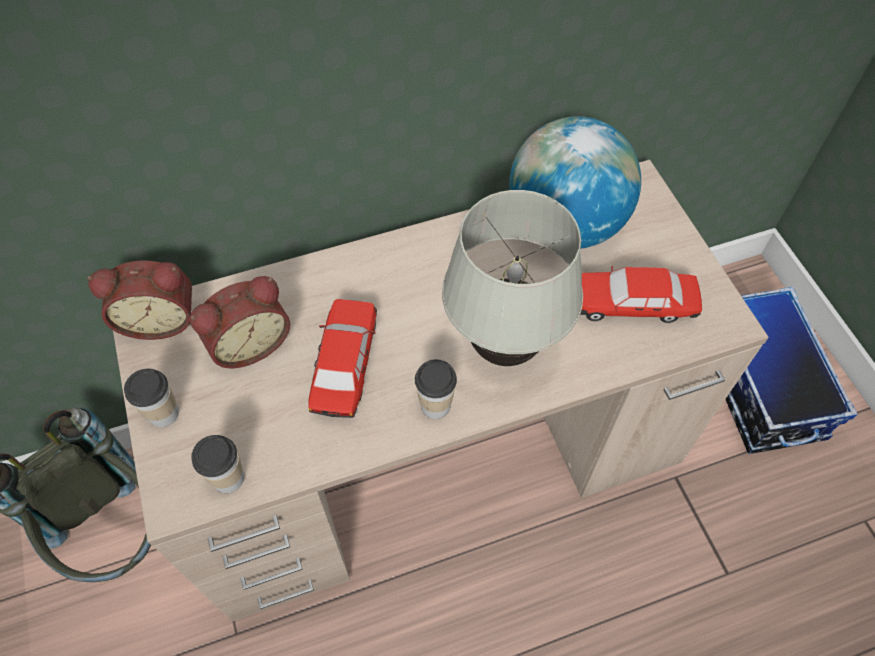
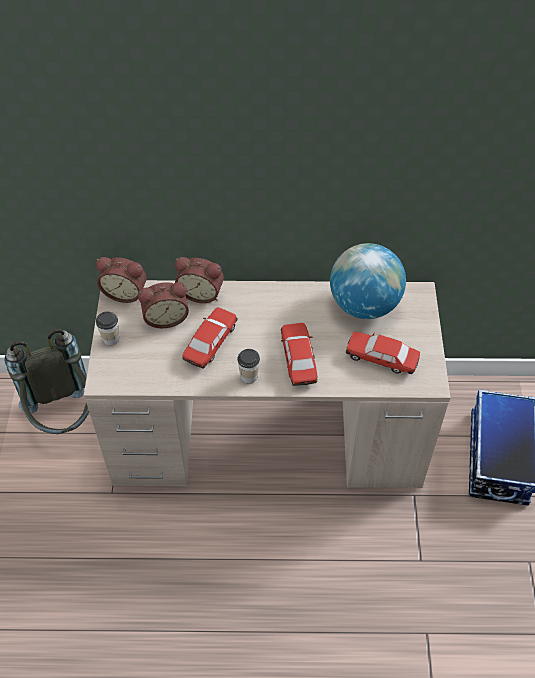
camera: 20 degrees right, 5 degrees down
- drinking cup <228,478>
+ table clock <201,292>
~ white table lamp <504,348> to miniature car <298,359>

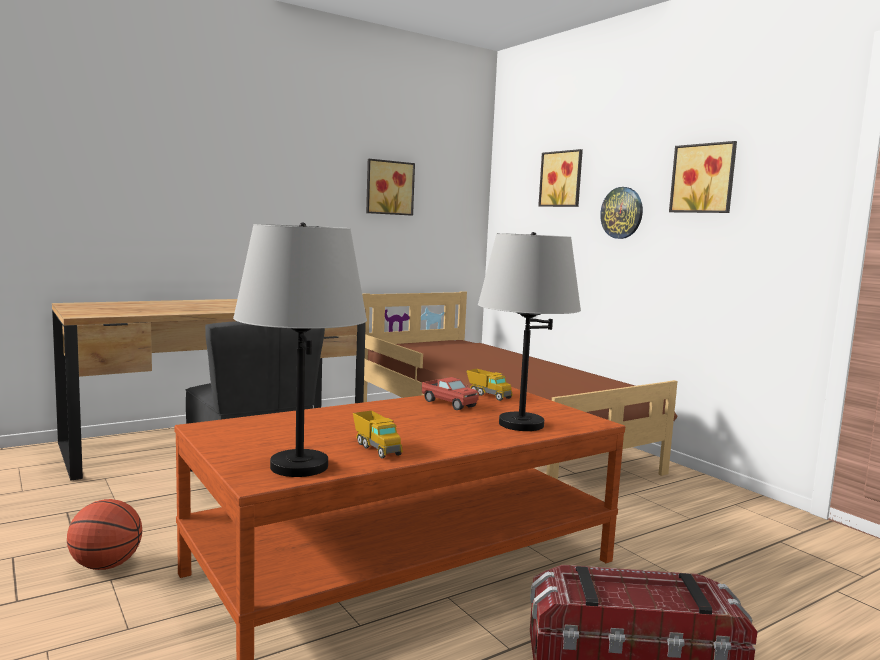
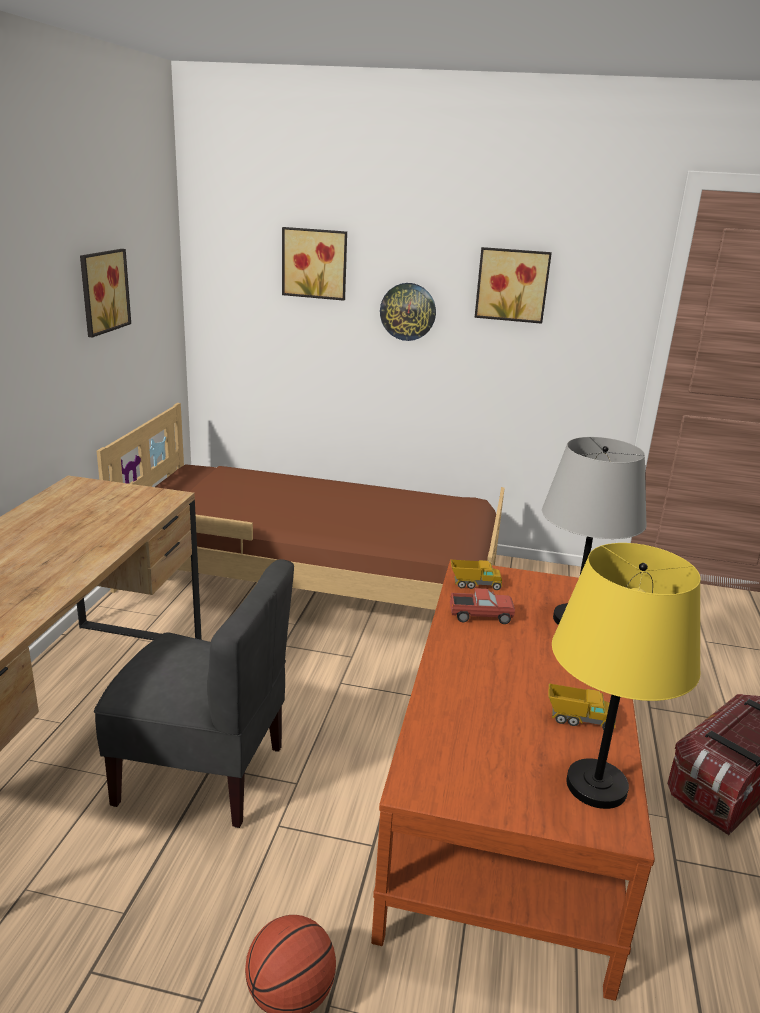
camera: 45 degrees left, 15 degrees up
~ greyish table lamp <298,466> to yellowish table lamp <595,786>

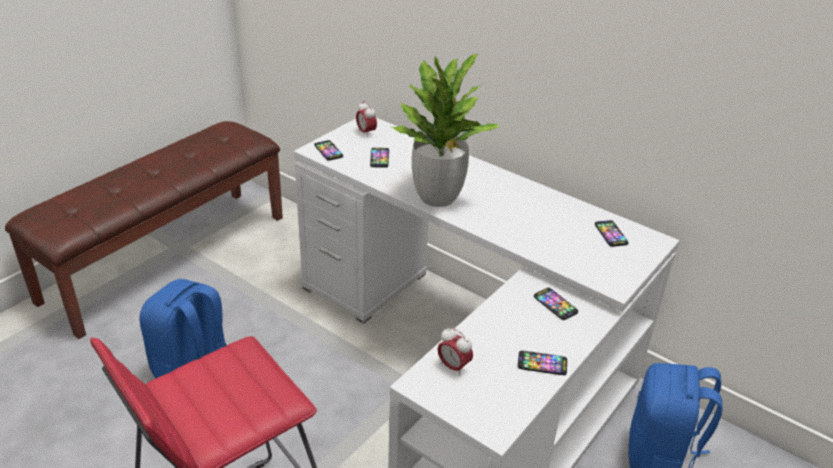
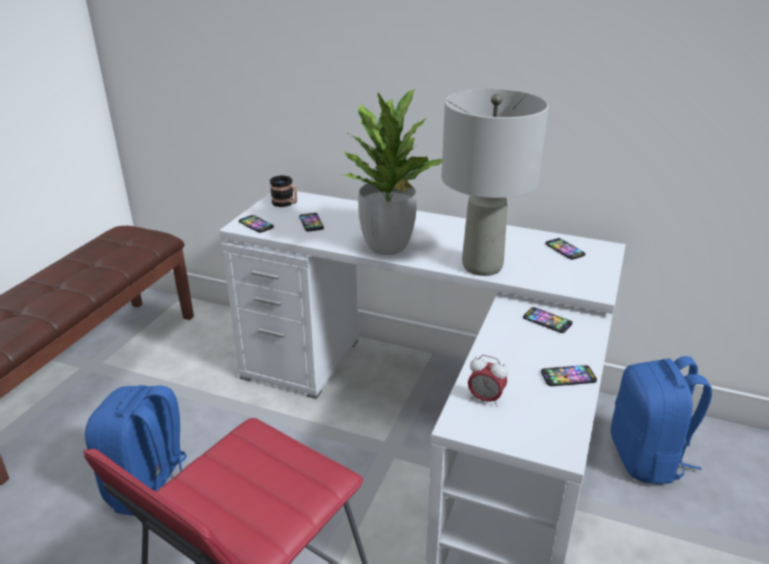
camera: 15 degrees left, 5 degrees down
+ greyish table lamp <483,266>
~ table clock <366,133> to tea mug <286,204>

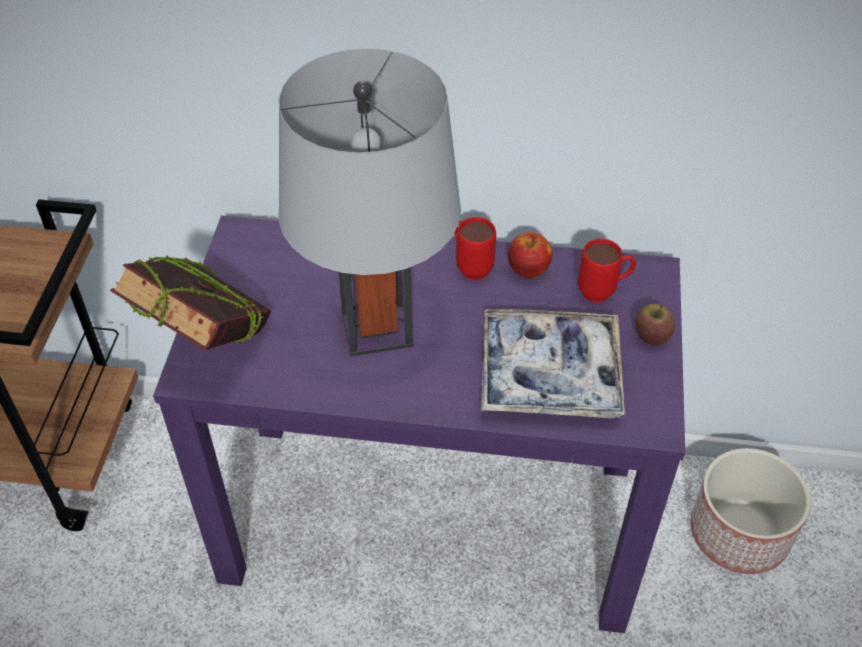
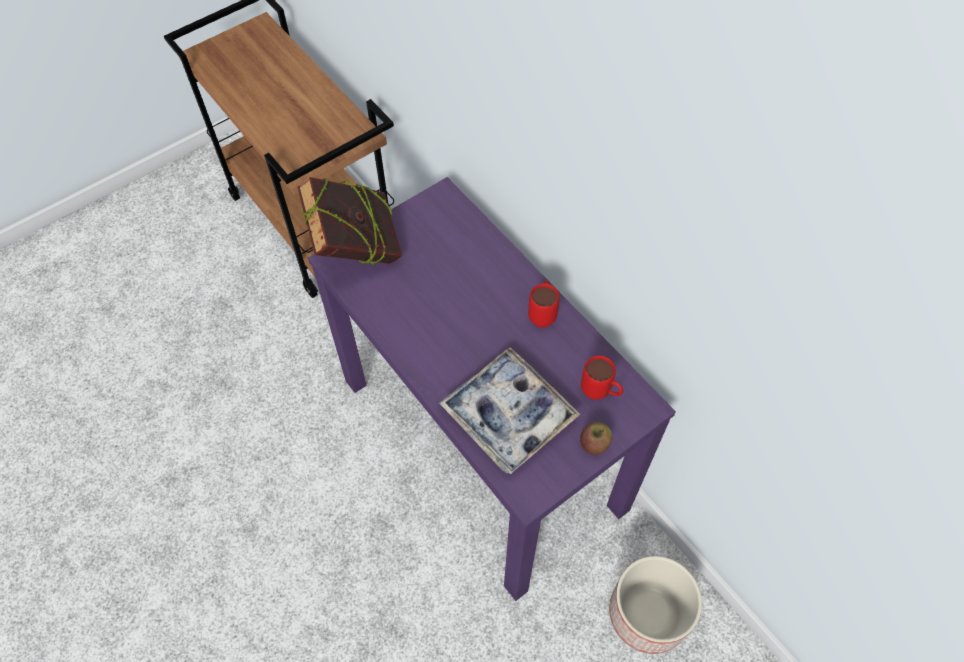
camera: 45 degrees right, 10 degrees up
- greyish table lamp <377,328>
- whole apple <528,270>

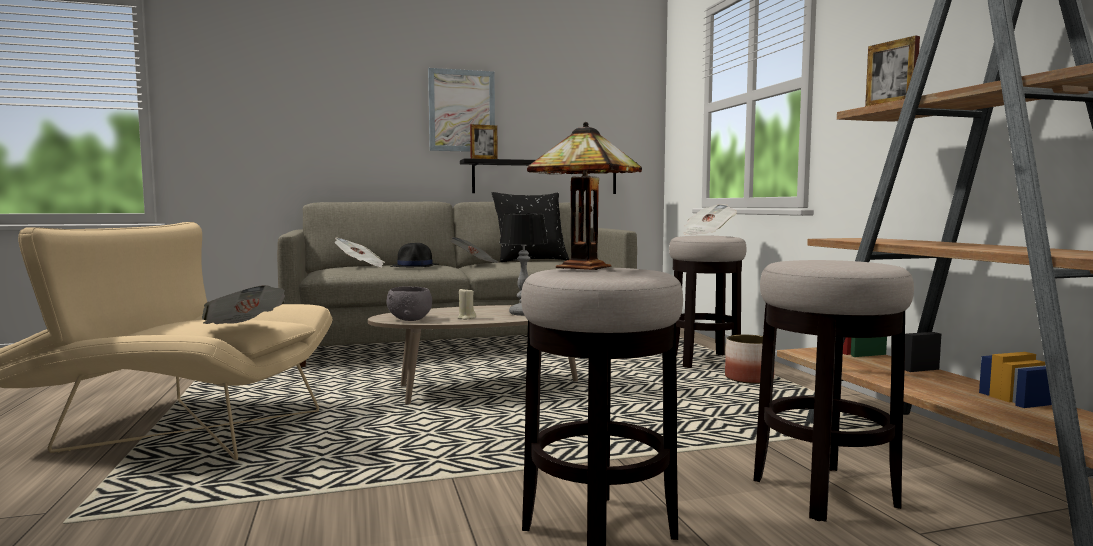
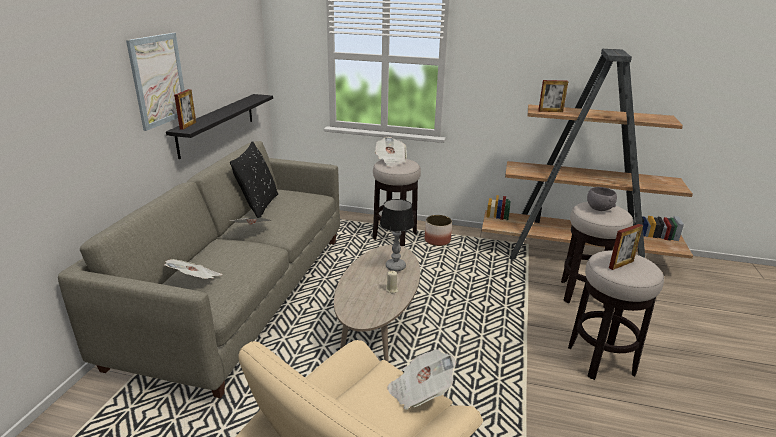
camera: 60 degrees left, 20 degrees up
- blackish wearable hat <415,266>
~ greyish deep dish <410,319> to <599,208>
~ table lamp <588,267> to standing frame <621,264>

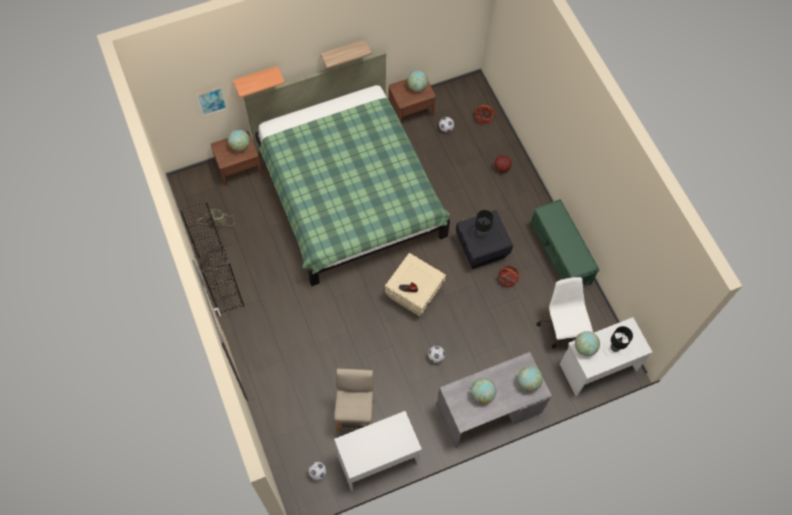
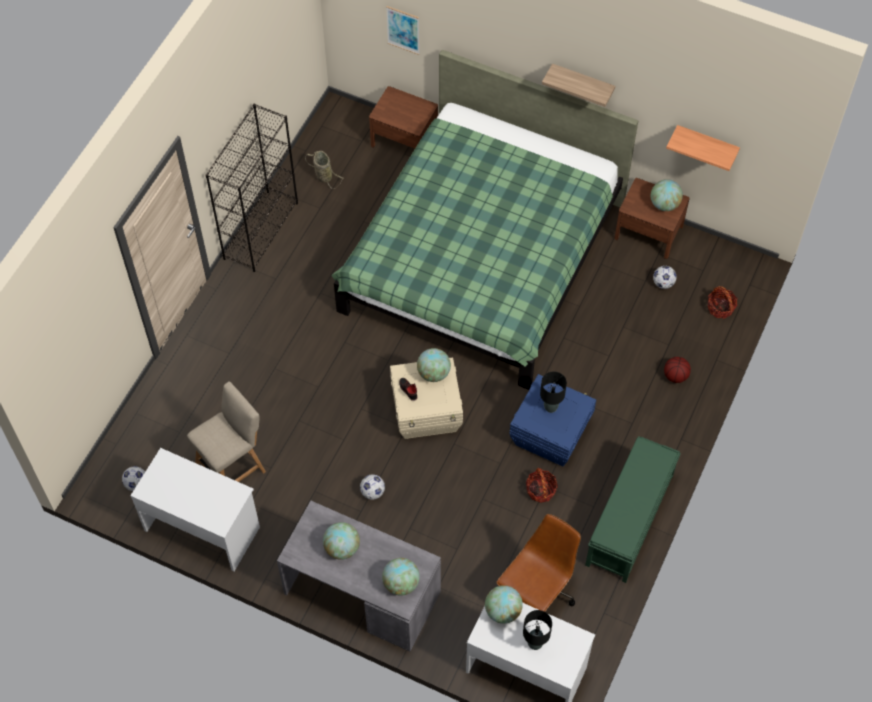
camera: 50 degrees right, 5 degrees down
~ world globe <240,146> to <433,373>
~ wall shelf <256,78> to <706,144>
~ blackish storage box <481,248> to blue-coloured storage box <550,434>
~ white desk chair <562,328> to brownish desk chair <537,593>

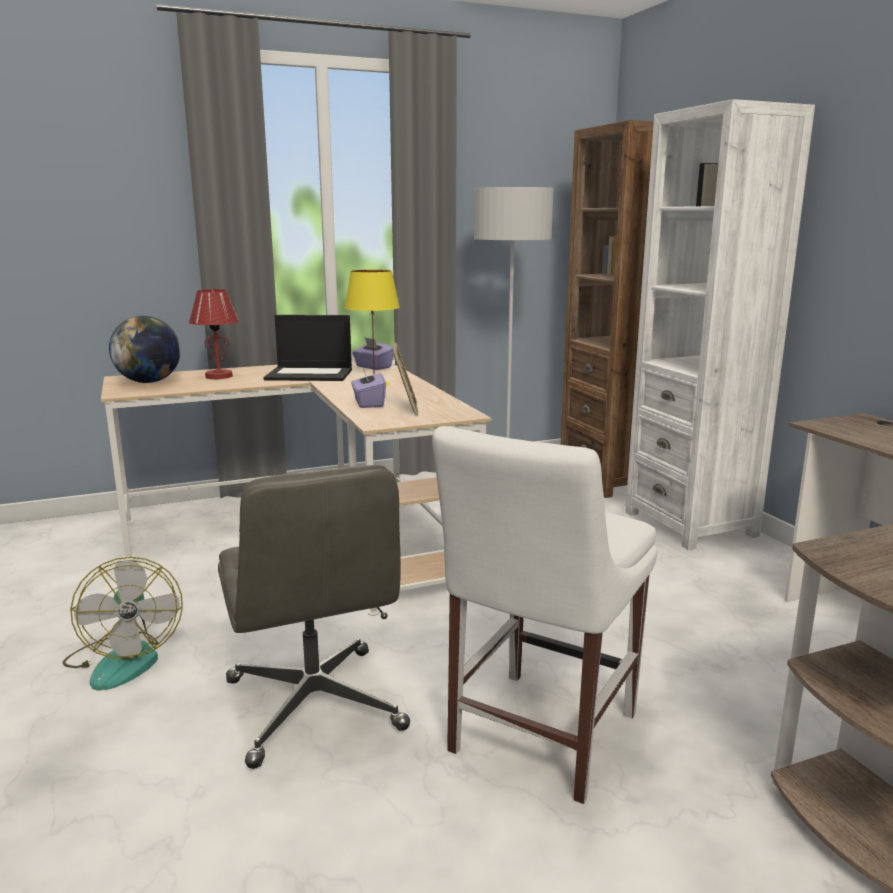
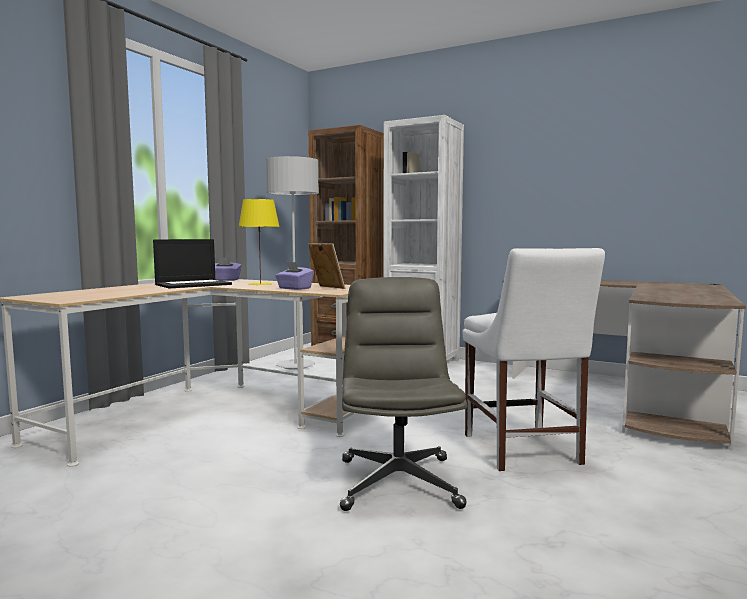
camera: 40 degrees left, 10 degrees down
- cooling fan <124,659>
- world globe <149,382>
- reddish table lamp <219,376>
~ greyish desk chair <315,706> = <397,482> 120 degrees counterclockwise

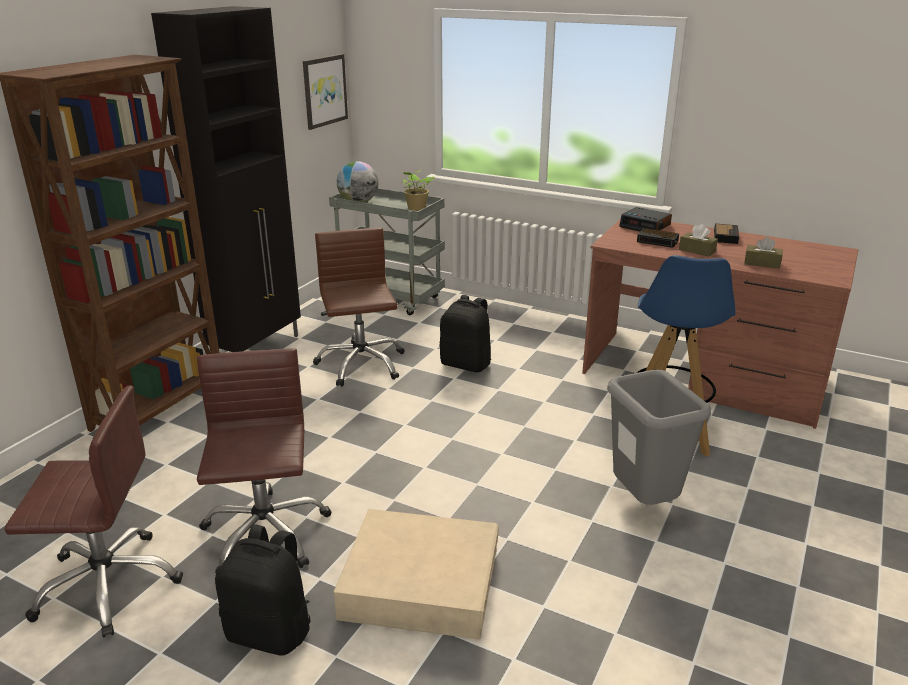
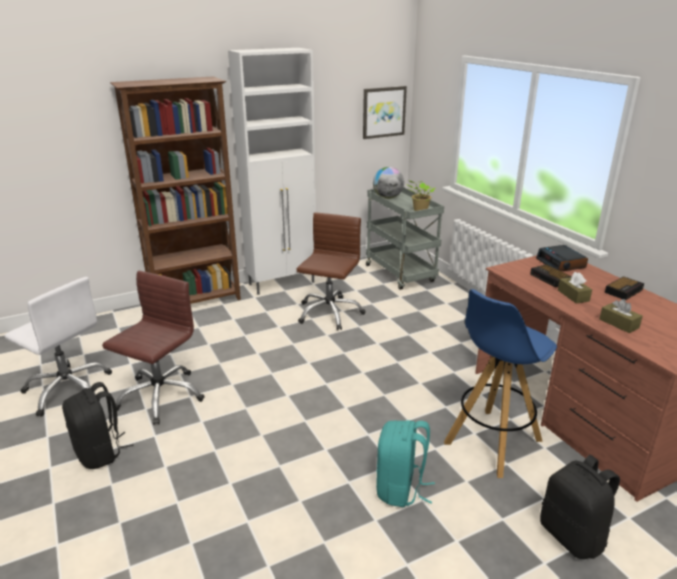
camera: 35 degrees right, 0 degrees up
- sand-coloured storage box <420,582>
~ blackish knapsack <466,364> to <573,536>
~ greyish rubbish bin <644,503> to turquoise-coloured knapsack <401,489>
~ brownish desk chair <108,584> to white desk chair <69,389>
~ blackish cupboard <258,348> to white cupboard <283,283>

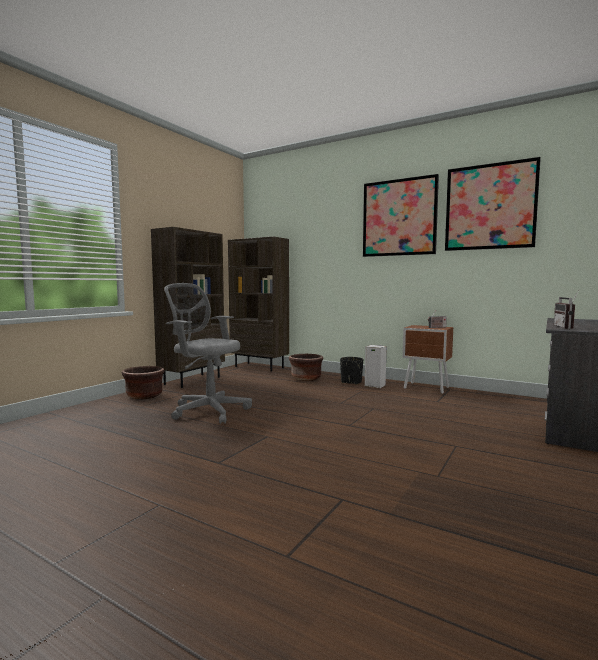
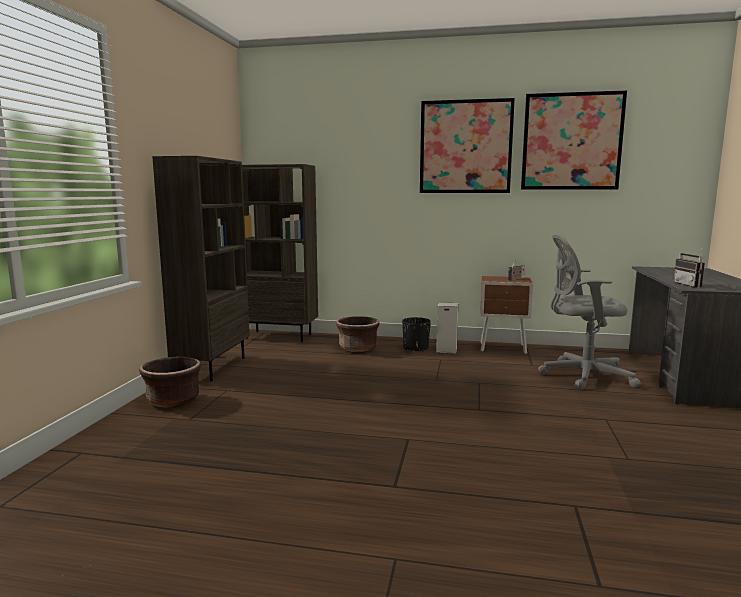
camera: 20 degrees left, 5 degrees up
~ greyish desk chair <208,410> to <581,375>

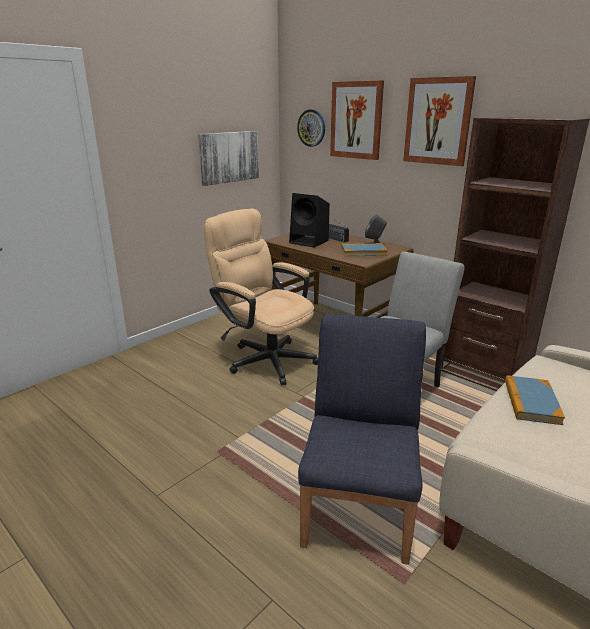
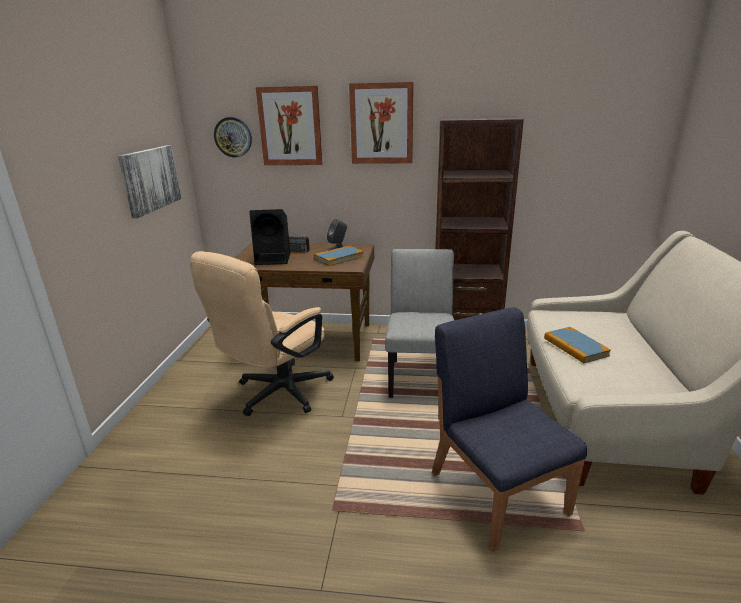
camera: 35 degrees left, 0 degrees up
~ sand-coloured desk chair <265,358> = <276,395> 60 degrees counterclockwise

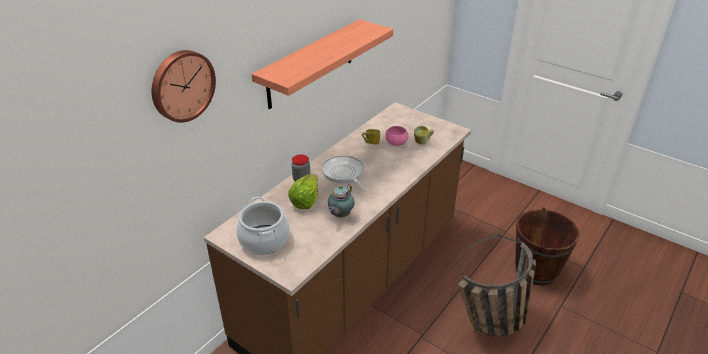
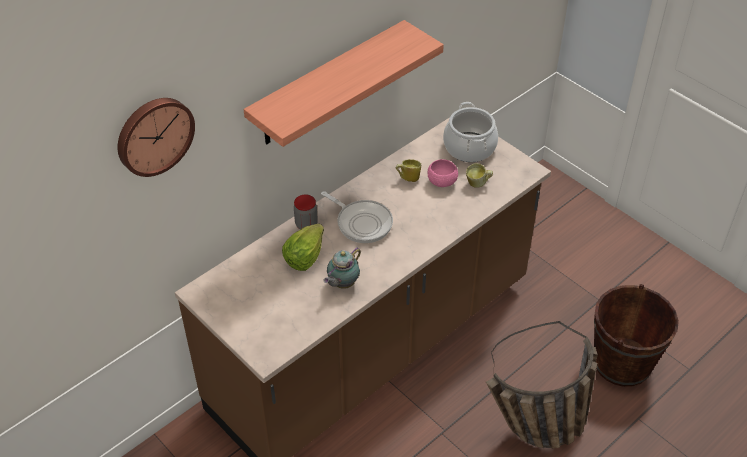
camera: 10 degrees right, 10 degrees up
~ cooking pot <264,239> to <469,147>
~ skillet <344,174> = <362,222> 150 degrees clockwise

